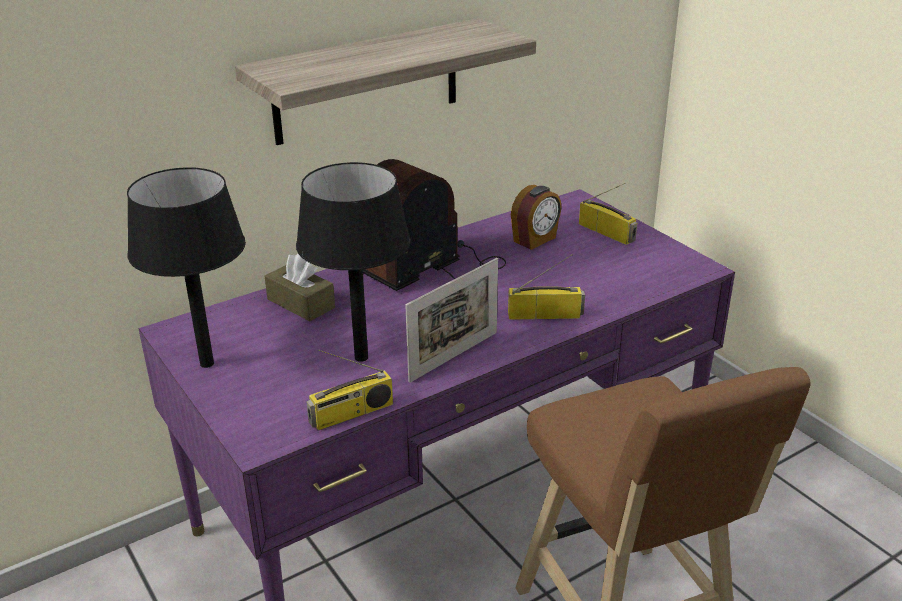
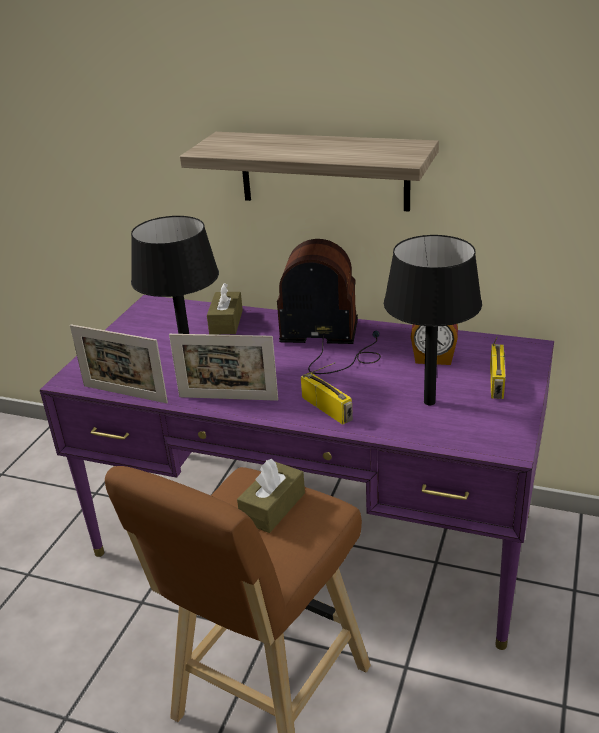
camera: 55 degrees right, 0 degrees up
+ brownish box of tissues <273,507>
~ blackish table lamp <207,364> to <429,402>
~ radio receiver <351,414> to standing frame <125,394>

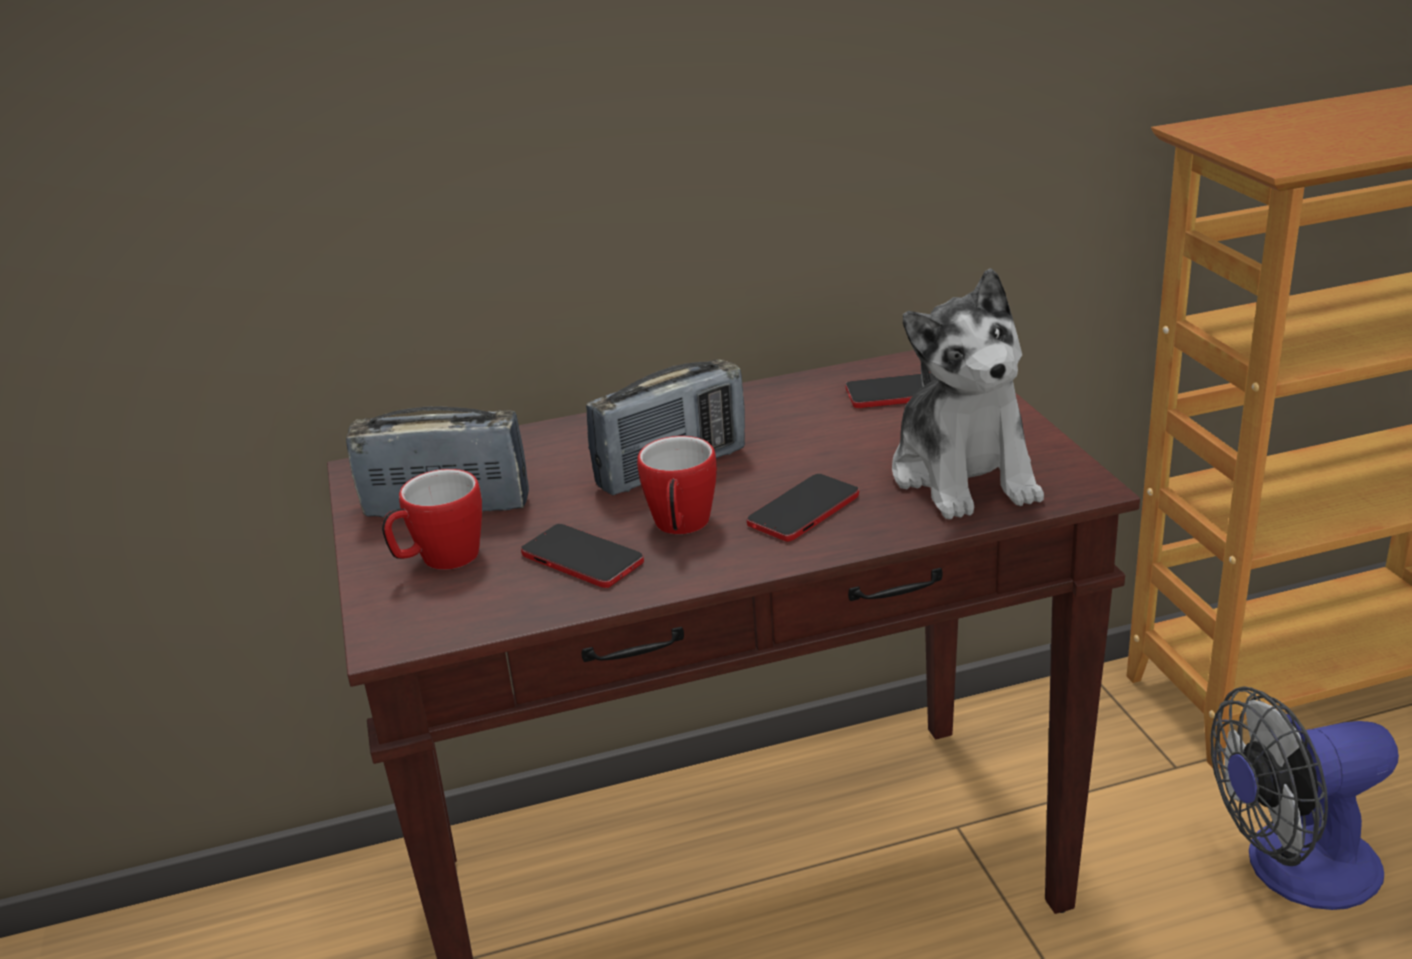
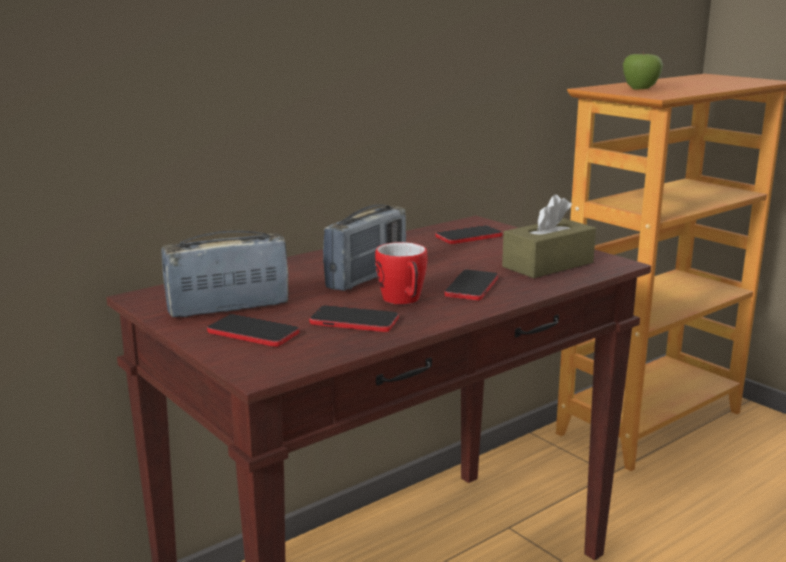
camera: 25 degrees left, 10 degrees down
- cooling fan <1292,869>
+ whole apple <640,89>
~ tea mug <440,560> to handset <253,332>
~ plush toy <964,475> to brownish box of tissues <547,264>

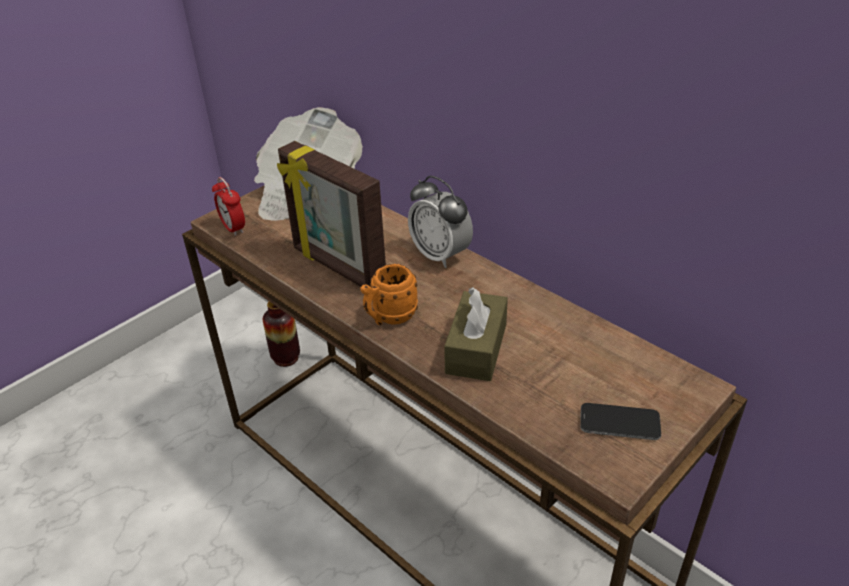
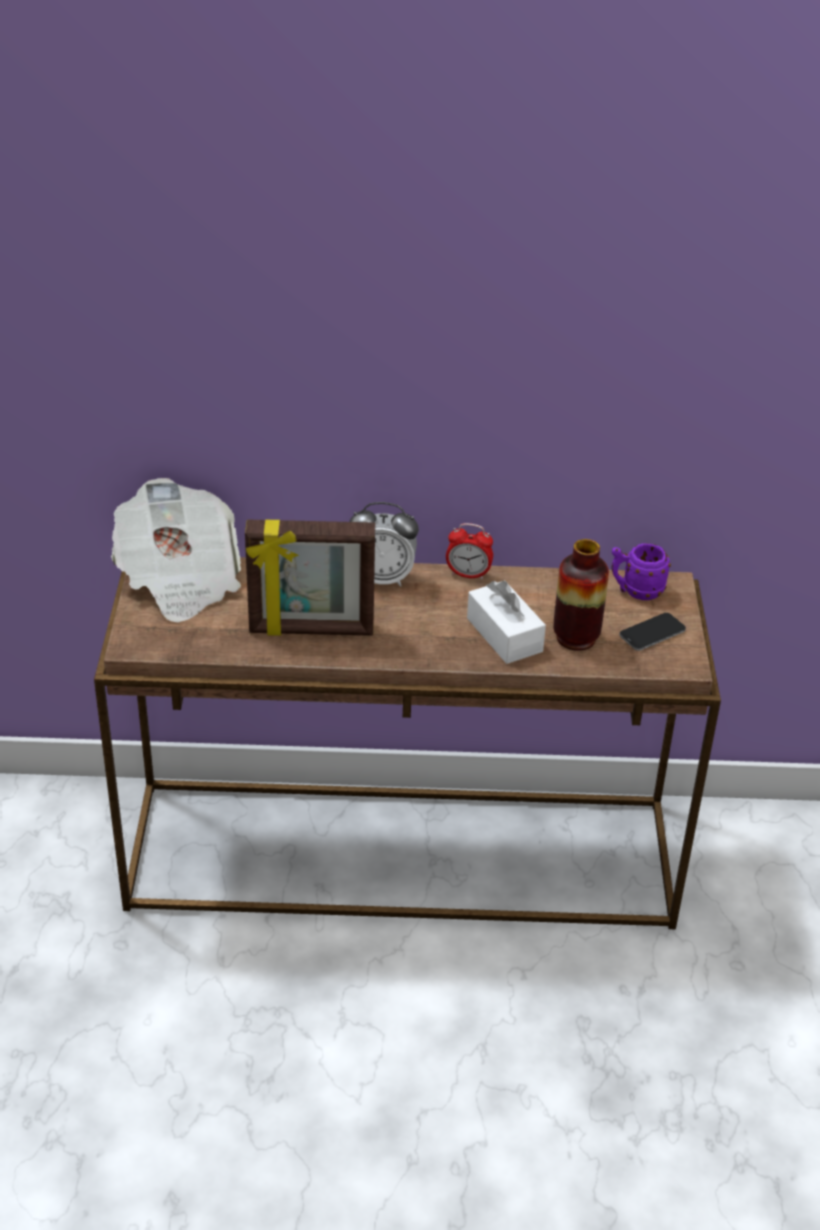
camera: 45 degrees left, 0 degrees up
- orange tea mug <389,317>
+ purple tea mug <635,591>
~ table clock <233,228> to <468,574>
~ flower vase <286,358> to <576,638>
~ brownish box of tissues <476,348> to white box of tissues <504,635>

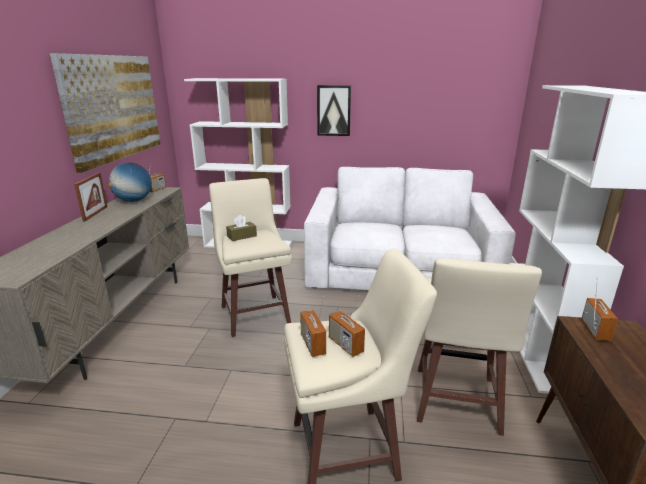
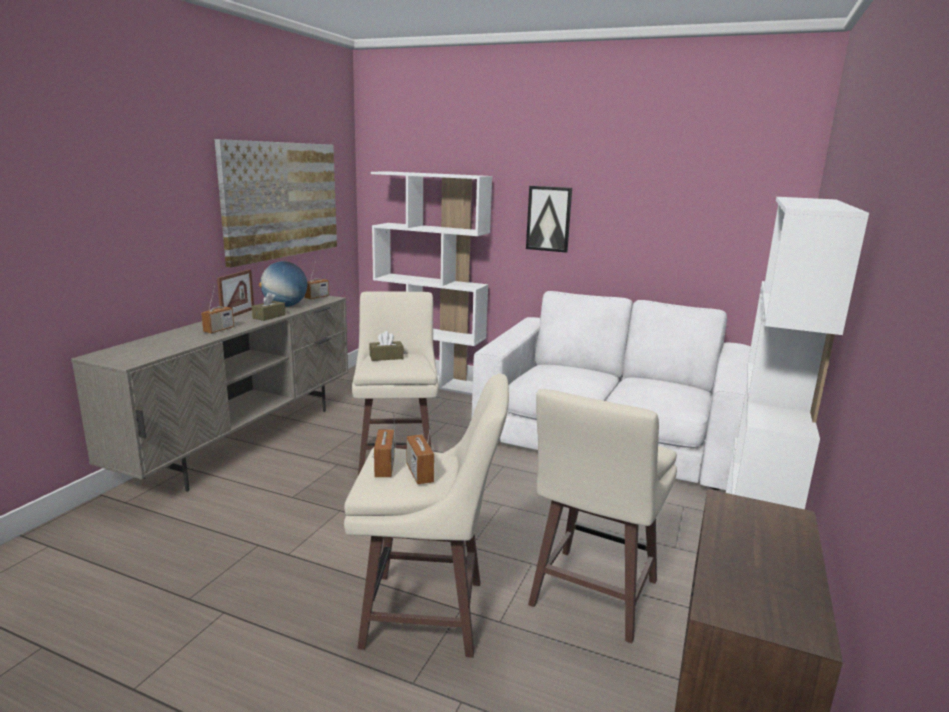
camera: 15 degrees right, 5 degrees down
+ brownish box of tissues <269,316>
~ radio receiver <595,330> to <219,330>

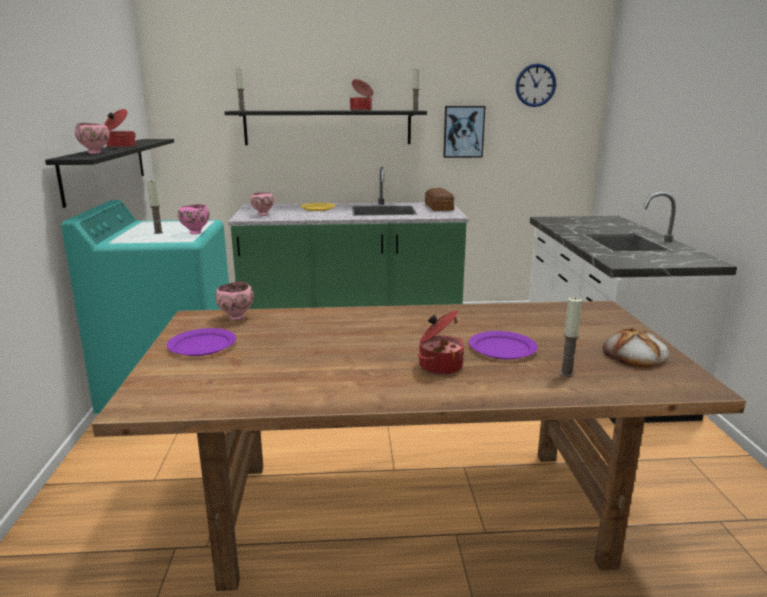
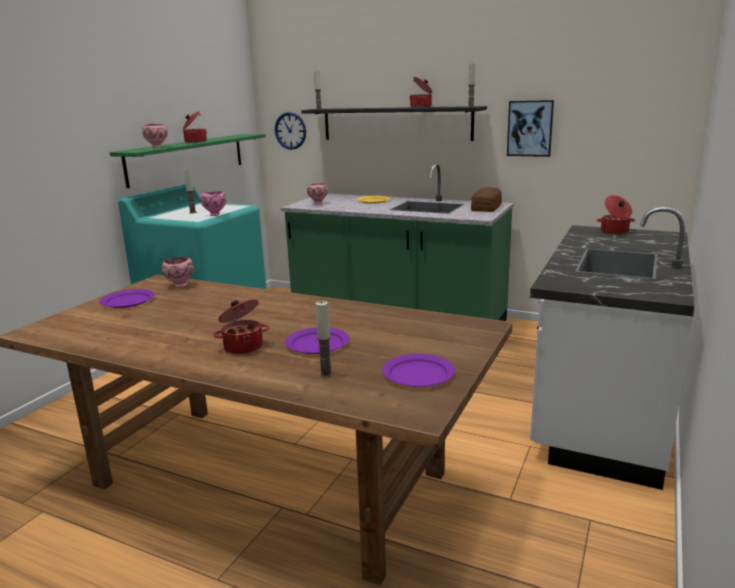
camera: 30 degrees right, 0 degrees up
+ cooking pot <614,232>
~ clock on the wall <535,85> to <290,131>
~ baked bread <634,356> to purple flat dish <418,374>
~ blackish wall shelf <106,168> to greenish wall shelf <188,158>

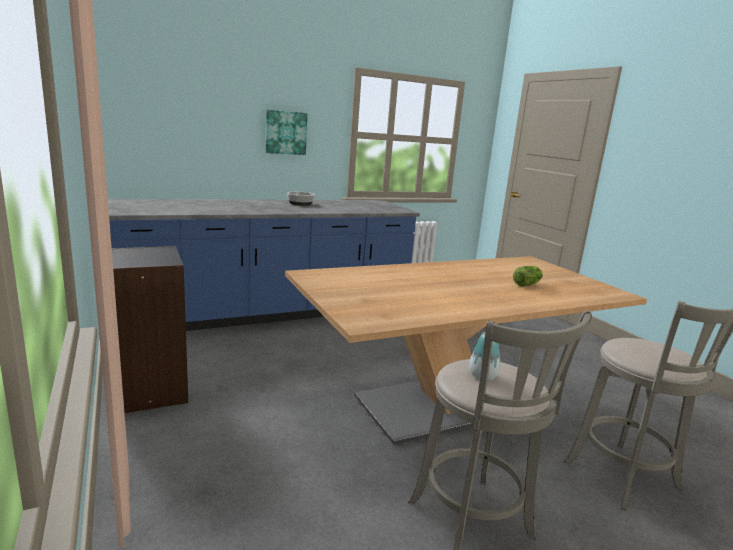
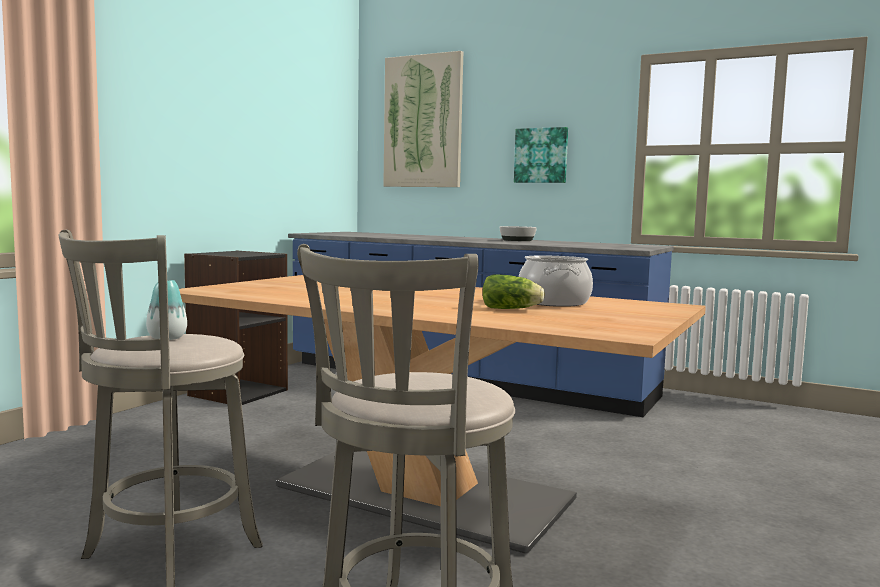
camera: 55 degrees right, 10 degrees down
+ picture <423,121>
+ cooking pot <554,302>

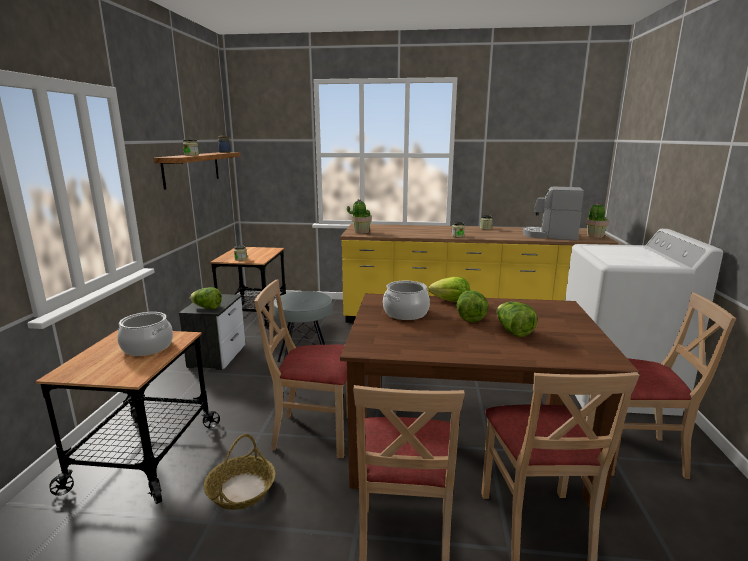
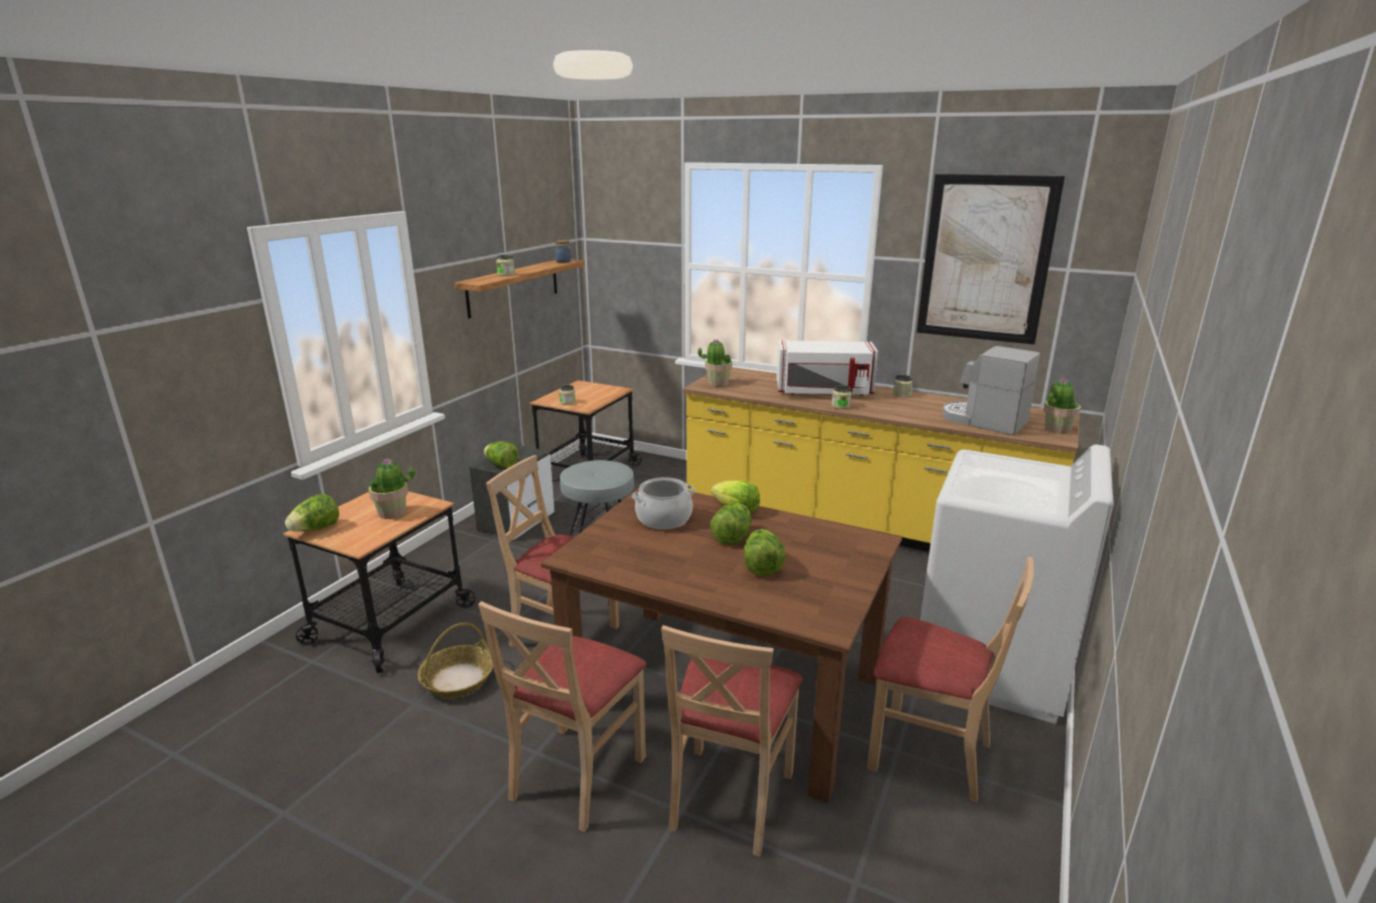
camera: 20 degrees right, 5 degrees up
+ lettuce head <316,529>
+ white microwave <824,392>
+ picture <985,259>
~ cooking pot <147,347> to potted plant <393,513>

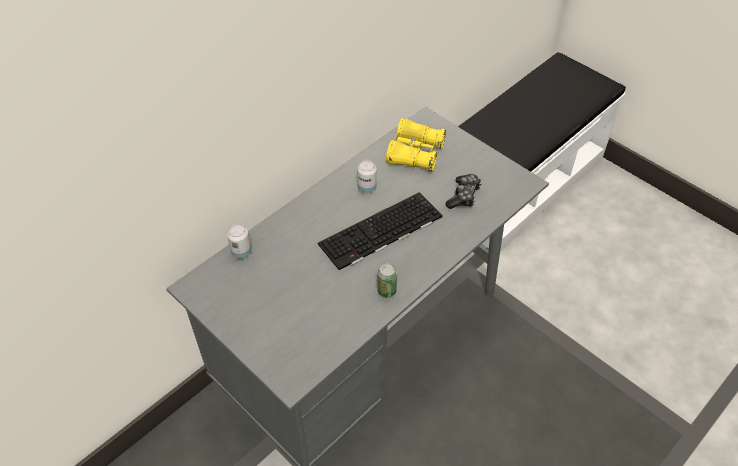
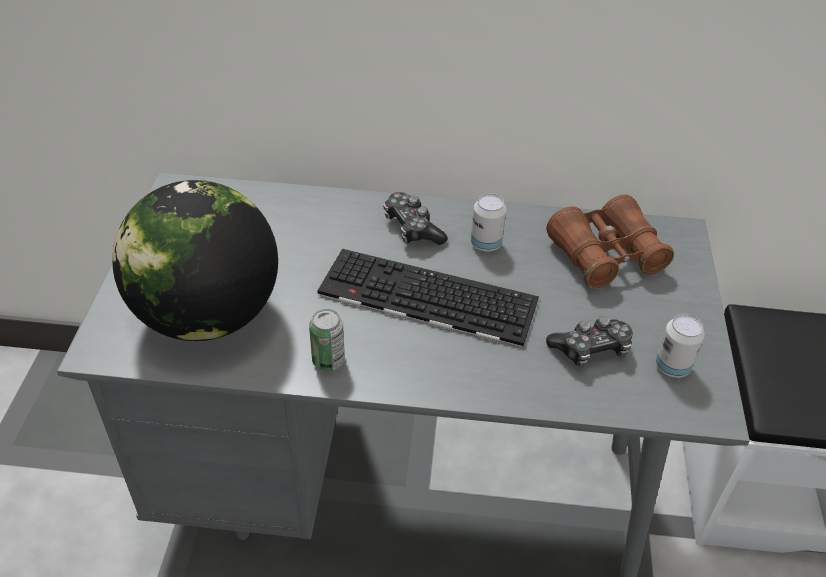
camera: 50 degrees right, 5 degrees down
+ world globe <208,315>
+ game controller <412,228>
~ sealed can <241,252> to <672,367>
~ yellowish field glasses <415,153> to brownish field glasses <605,255>

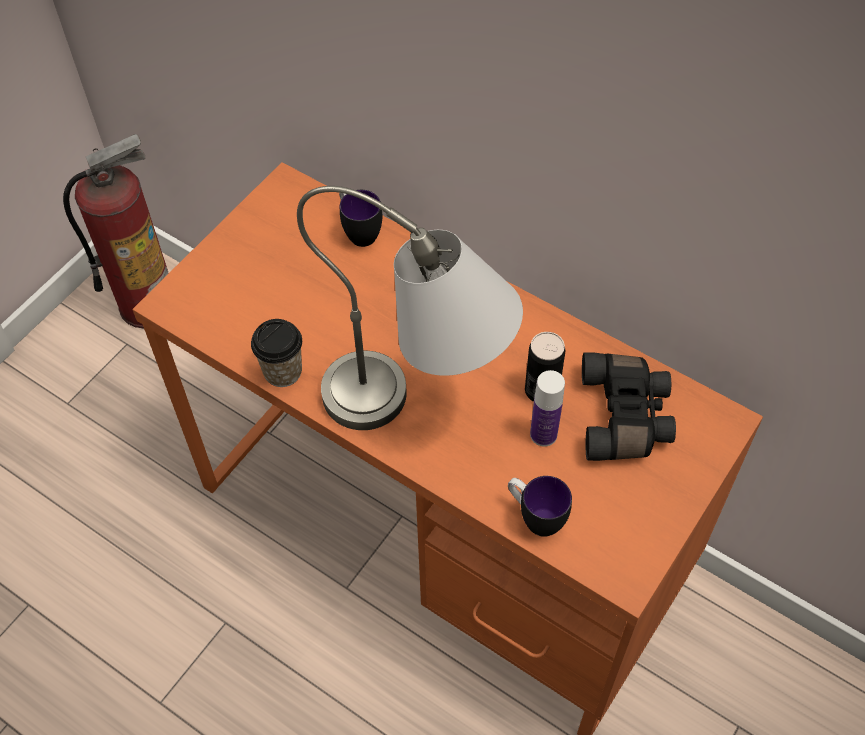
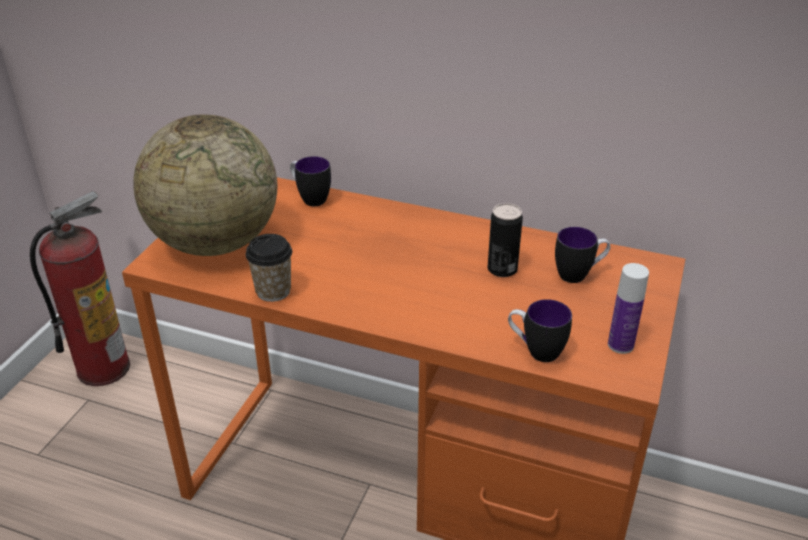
camera: 15 degrees left, 20 degrees down
- greyish table lamp <419,410>
+ world globe <215,243>
~ bottle <543,434> to <620,345>
~ blackish field glasses <626,417> to tea mug <579,275>

